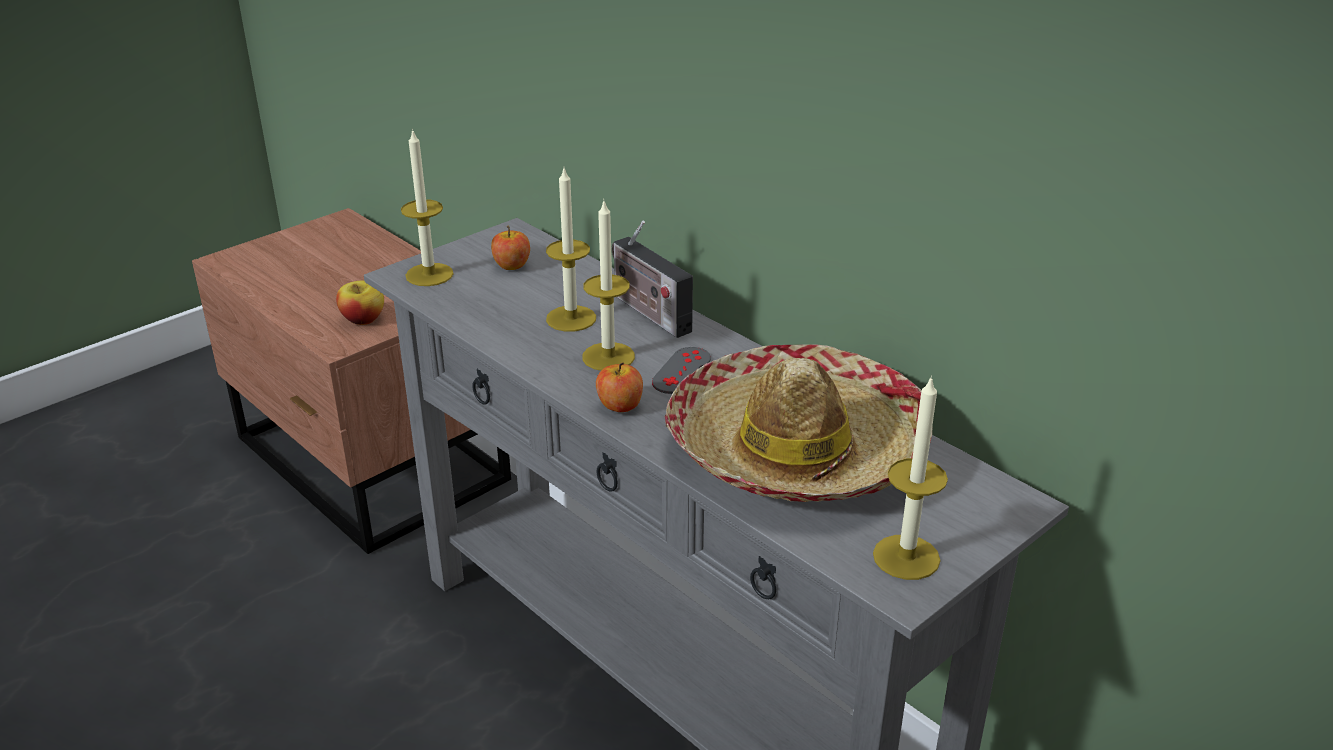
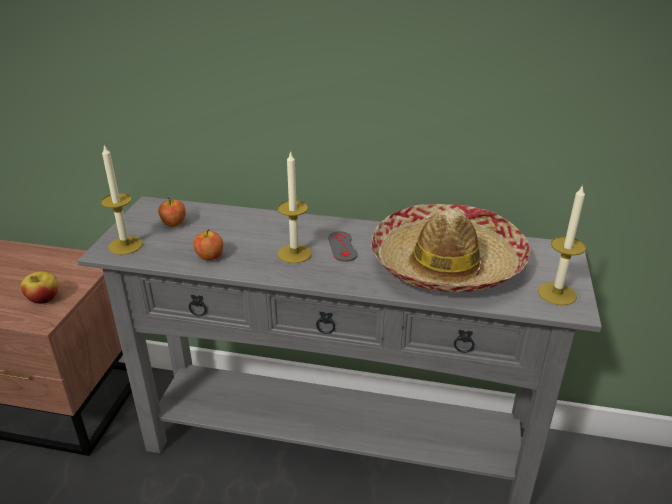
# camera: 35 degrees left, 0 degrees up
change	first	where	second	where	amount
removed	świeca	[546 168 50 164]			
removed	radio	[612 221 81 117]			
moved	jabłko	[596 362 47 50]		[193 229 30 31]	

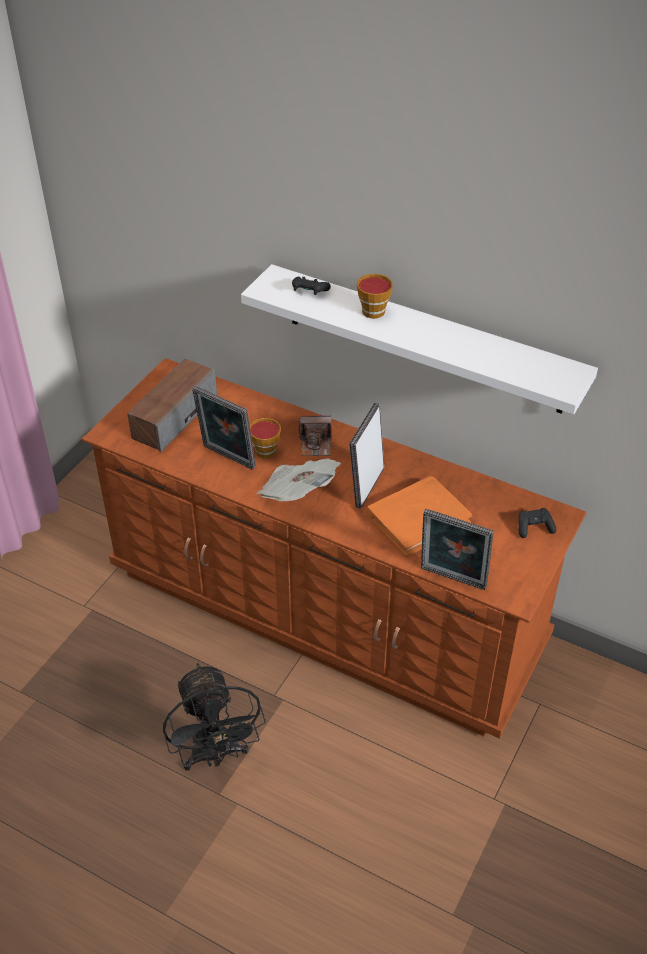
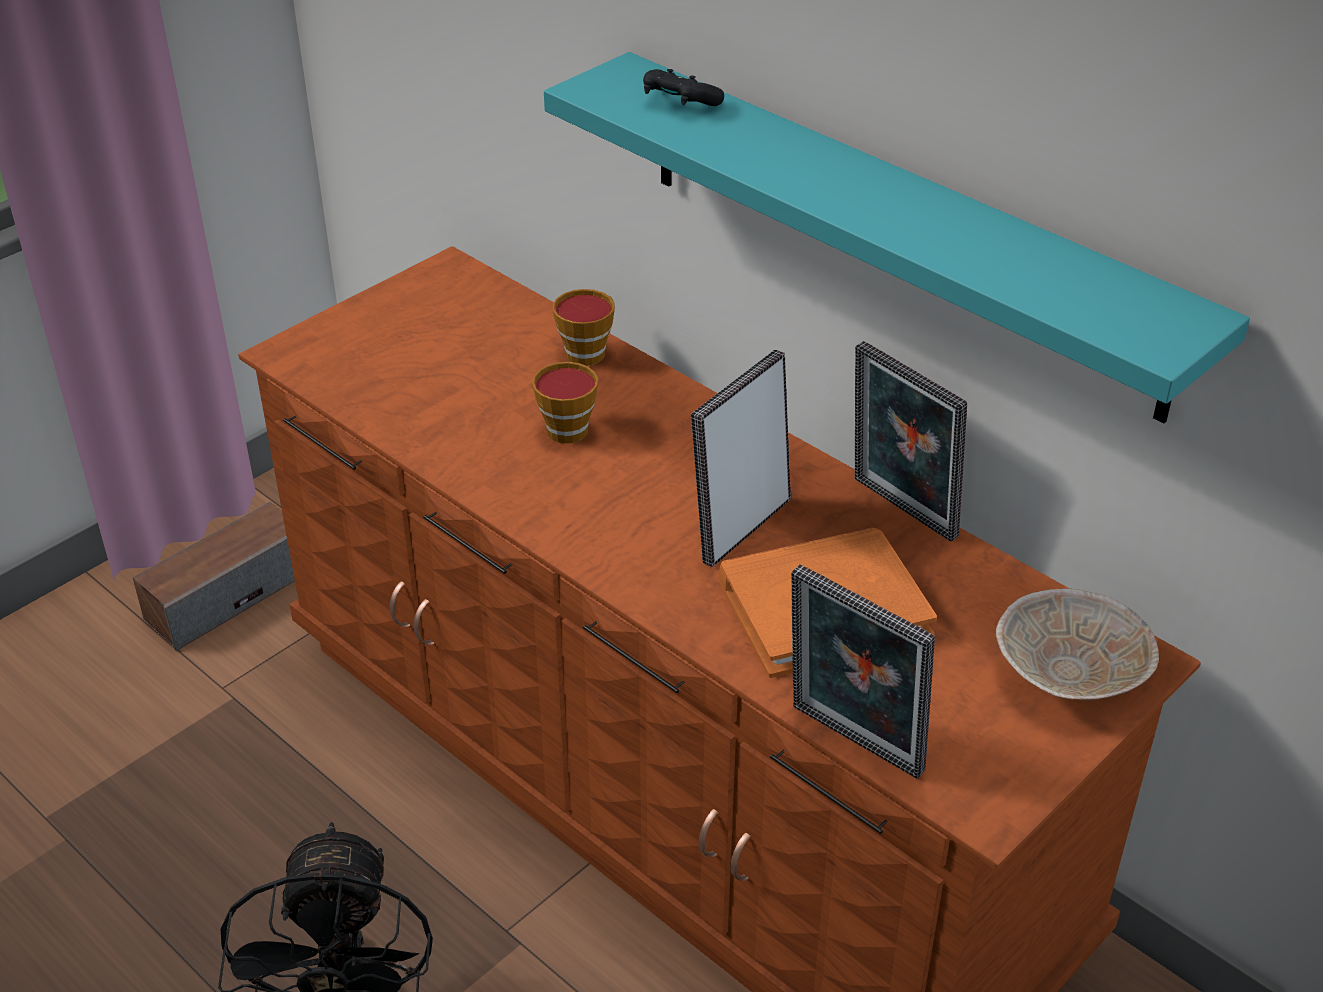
# camera: 15 degrees right, 5 degrees down
change	first	where	second	where	amount
removed	gazeta	[256 458 84 43]			
removed	aparat fotograficzny	[299 415 33 41]			
moved	głośnik	[127 359 90 93]		[133 502 162 149]	
moved	ramka na zdjęcie	[192 386 64 84]		[855 341 112 201]	
moved	filiżanka	[357 274 36 45]		[553 289 62 77]	
replaced	pad do gier [czarny]	[519 508 37 30]	miska [beżowy]	[996 588 163 112]	
recoloured	półka [biały]	[241 264 357 150]	półka [turkusowy]	[544 52 706 371]	

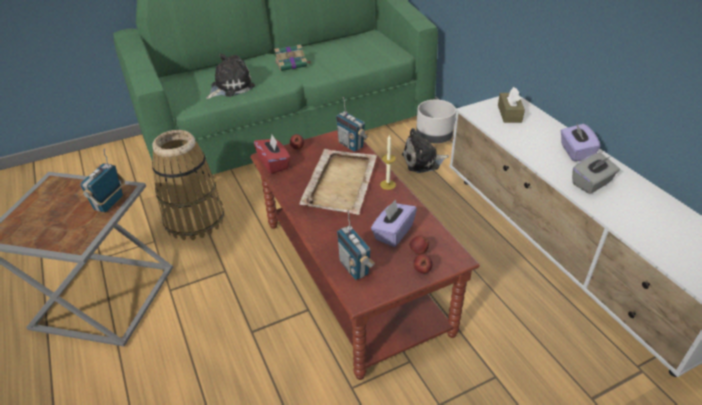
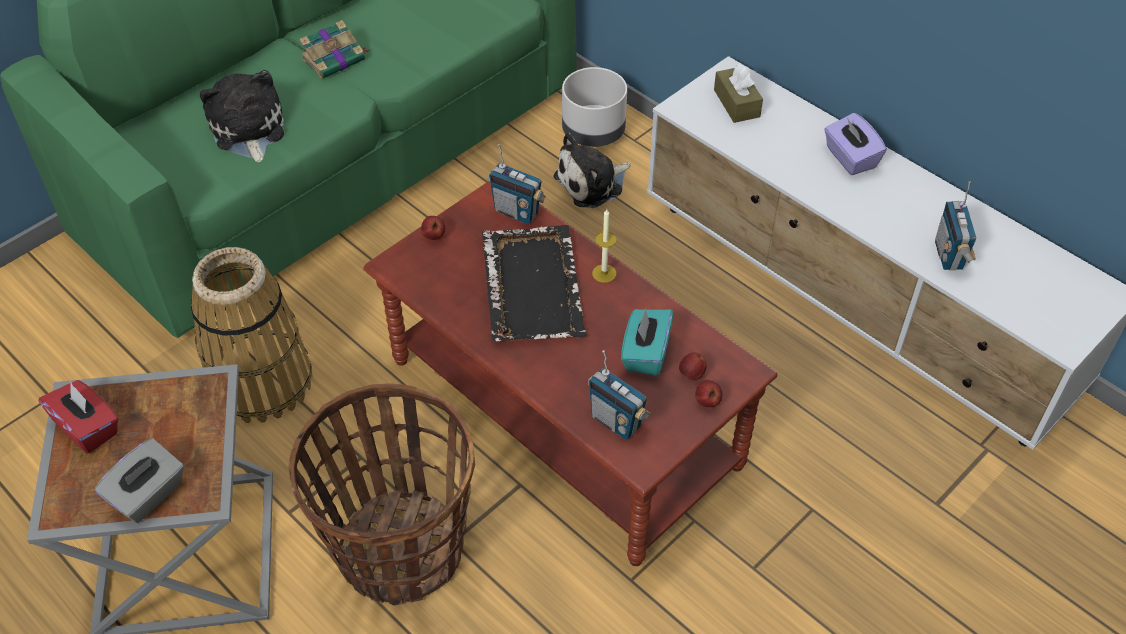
# camera: 20 degrees left, 10 degrees up
change	first	where	second	where	amount
added			koszyk	[288 383 187 223]	
moved	radio	[80 148 45 65]		[935 181 41 89]	
moved	pudełko chusteczek [czerwony]	[254 135 36 39]		[39 380 80 73]	
moved	pudełko chusteczek [szary]	[572 153 48 41]		[95 438 89 85]	
recoloured	taca [beżowy]	[299 149 78 66]	taca [czarny]	[482 225 105 116]	
recoloured	pudełko chusteczek [fioletowy]	[371 199 46 48]	pudełko chusteczek [turkusowy]	[621 309 52 67]	
turned	pluszak	[206 54 49 45]		[200 70 84 92]	45 degrees counterclockwise

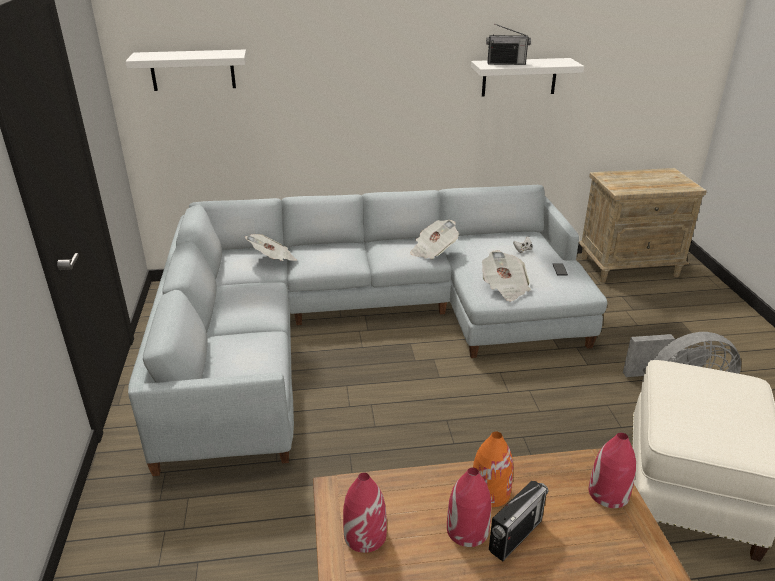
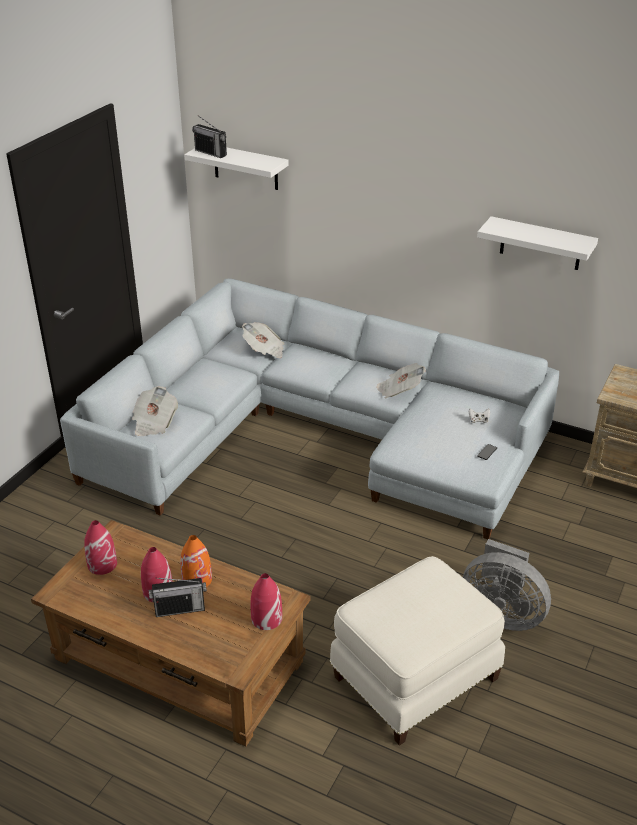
# camera: 35 degrees right, 5 degrees up
change	first	where	second	where	amount
moved	gazeta	[482 250 49 52]		[132 386 46 50]	
moved	radio	[486 24 45 41]		[192 116 35 42]	

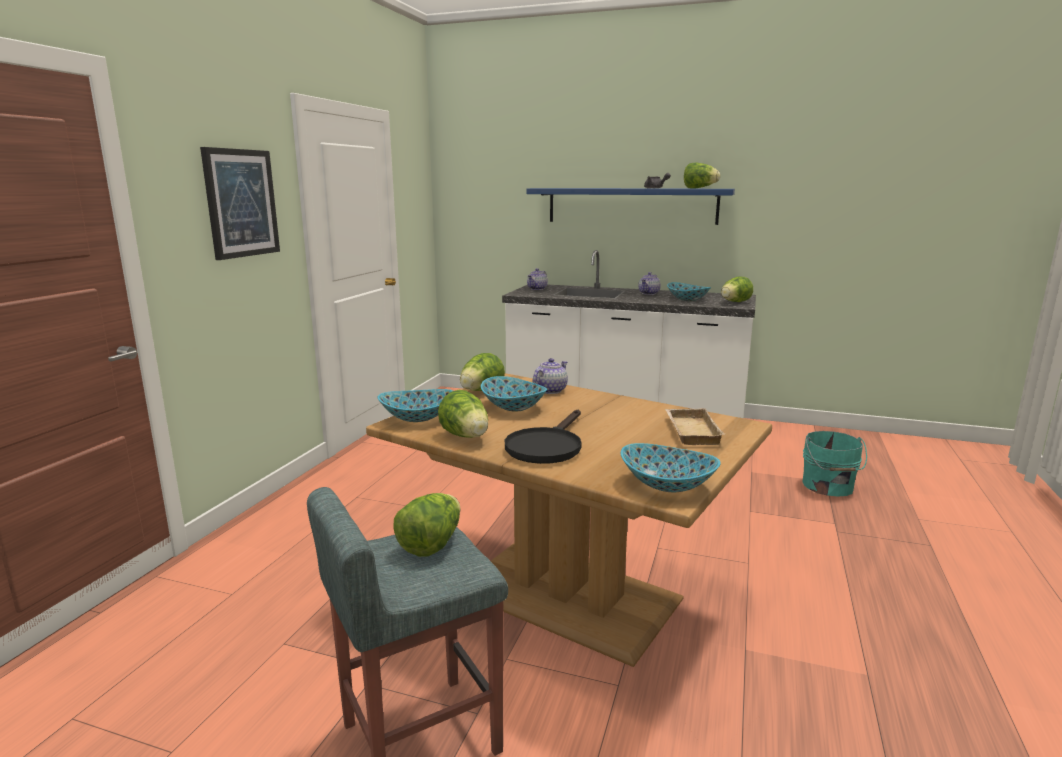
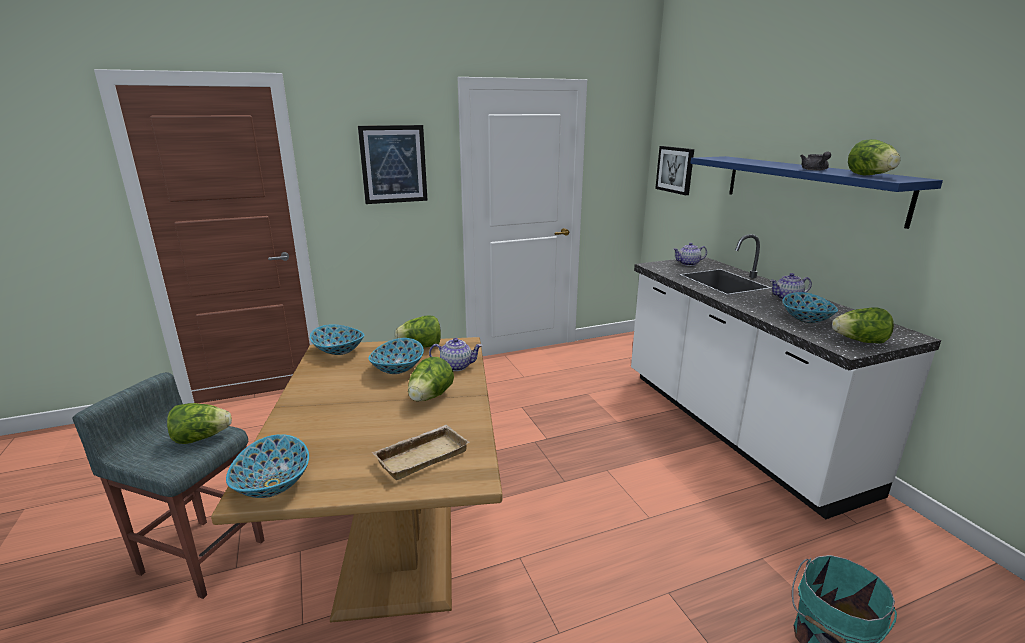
# camera: 50 degrees right, 5 degrees up
change	first	where	second	where	amount
removed	patelnia [czarny]	[505 410 77 54]			
added			obraz	[655 146 39 49]	
moved	sałata	[438 390 50 48]		[408 357 46 44]	

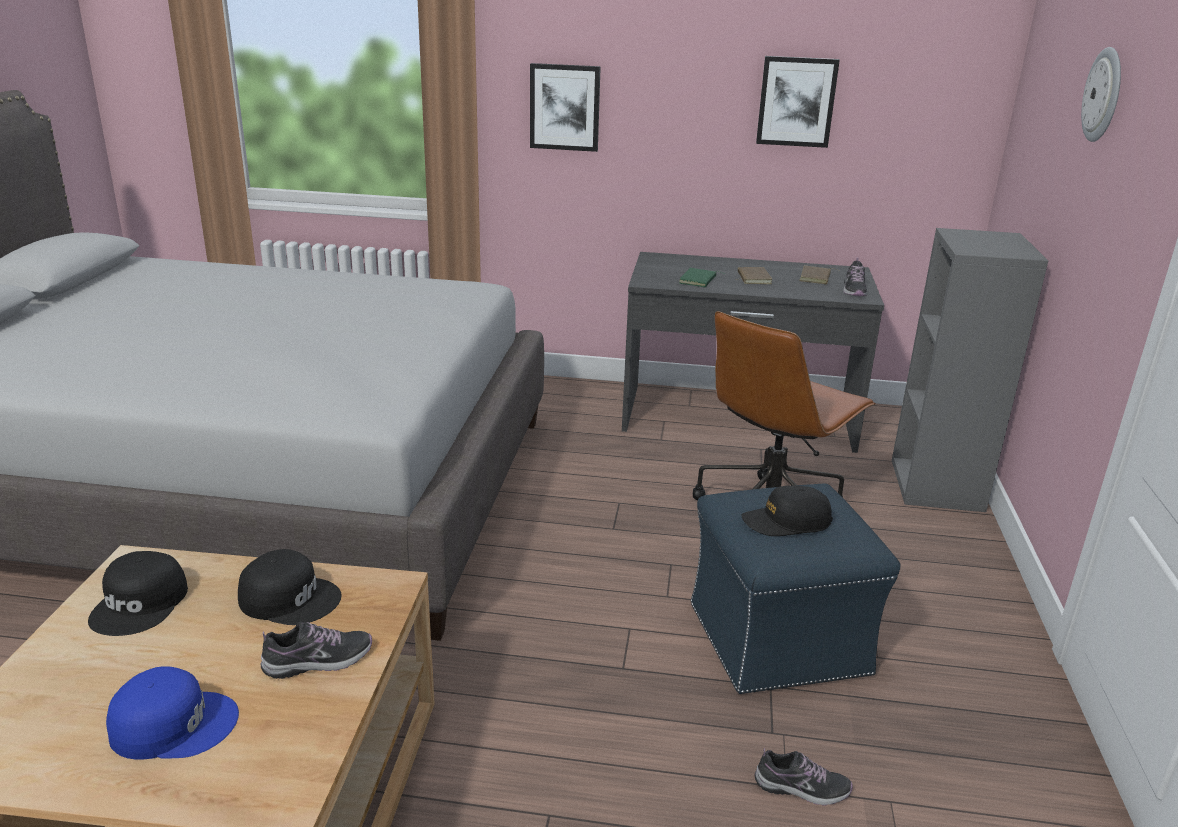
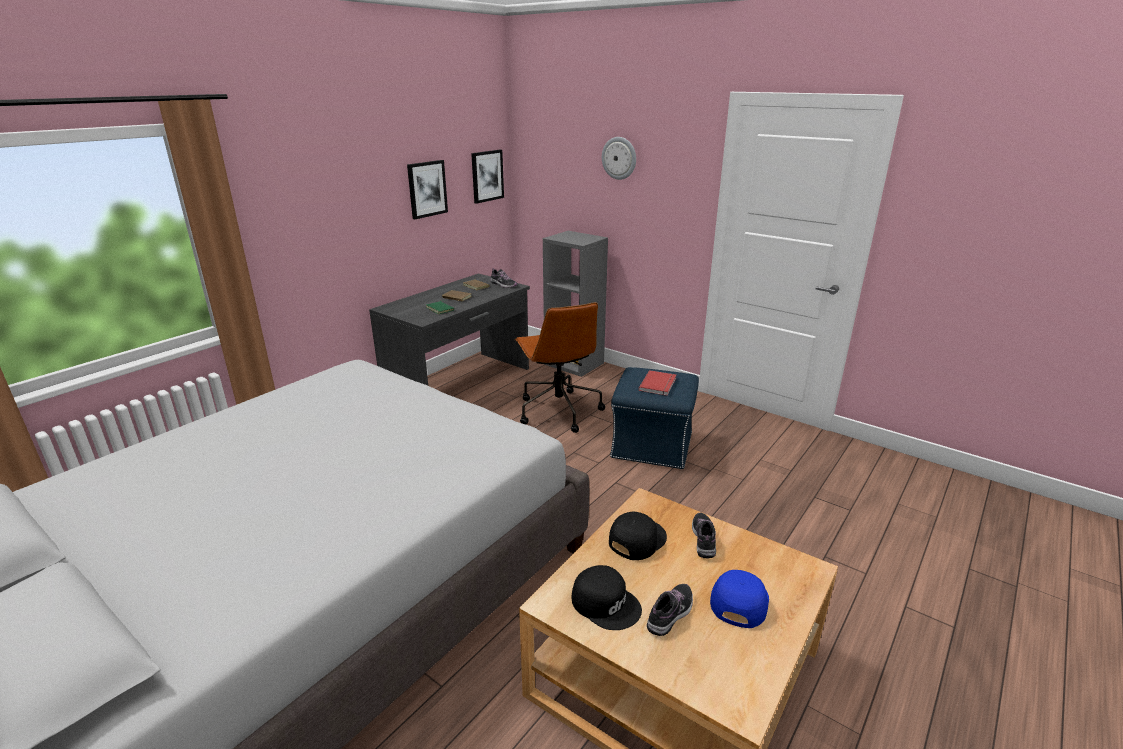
# camera: 60 degrees left, 0 degrees up
change	first	where	second	where	amount
moved	obraz	[530 63 71 89]		[471 150 33 54]	
moved	but	[755 748 98 57]		[647 584 46 52]	
replaced	czapka z daszkiem [czarny]	[741 486 92 50]	książka [czerwony]	[638 370 38 26]	

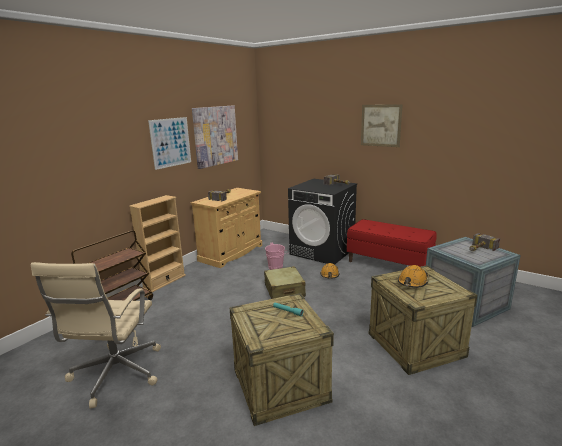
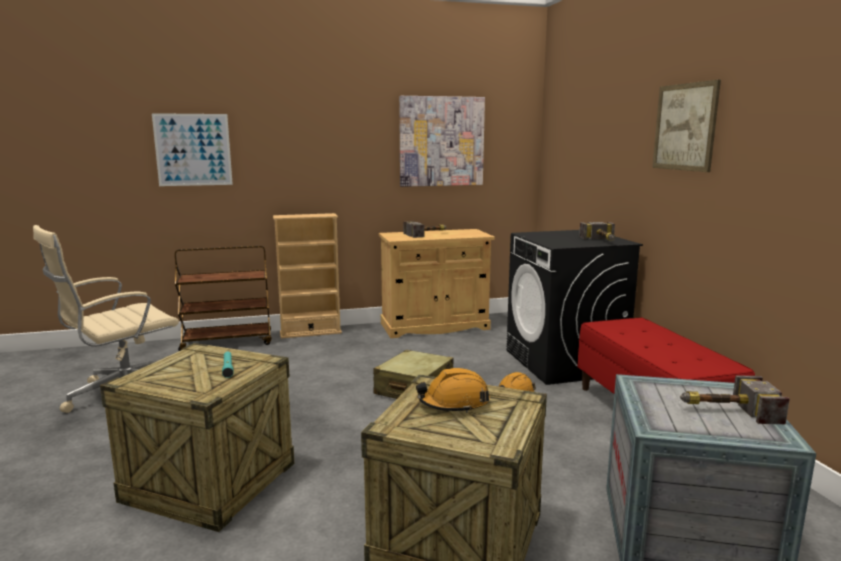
# camera: 40 degrees right, 5 degrees down
change	first	where	second	where	amount
removed	wiadro [różowy]	[265 243 24 27]			
moved	obraz	[148 117 43 53]		[152 113 81 73]	

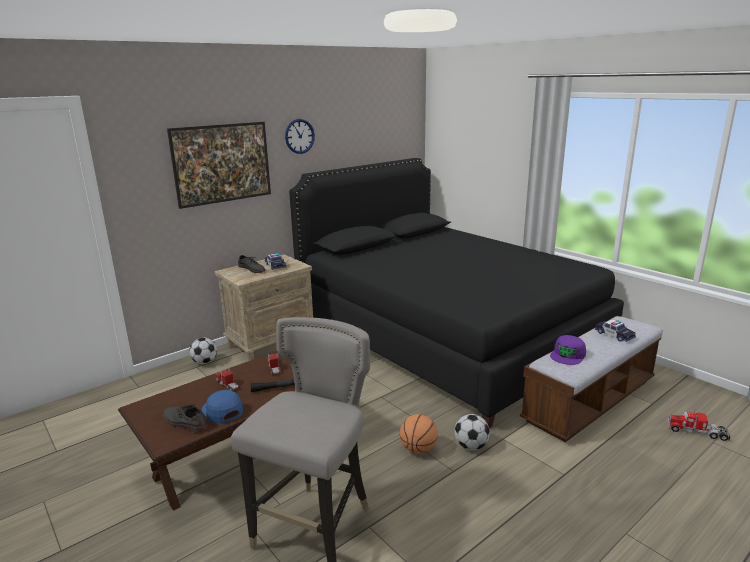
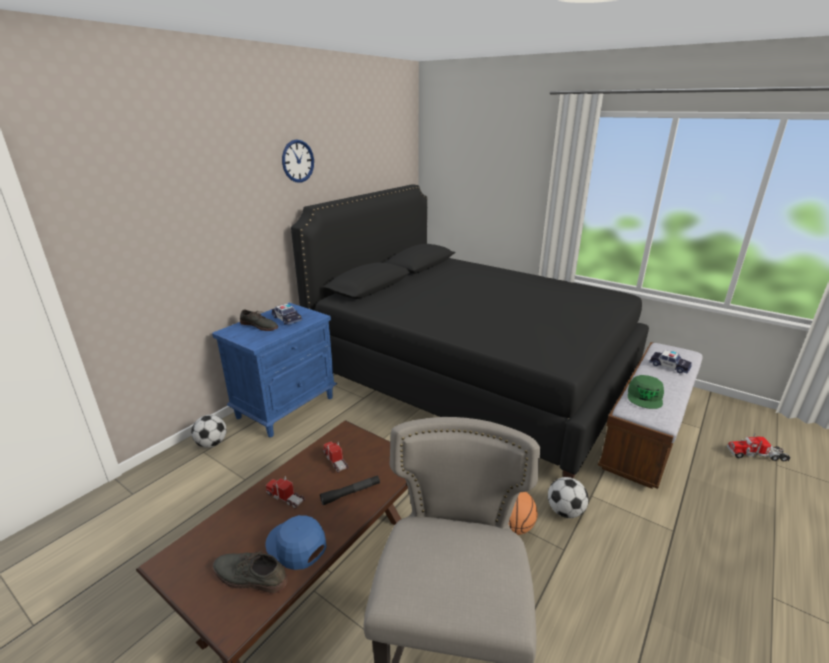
# camera: 15 degrees left, 5 degrees up
change	first	where	second	where	amount
removed	obraz	[167 122 104 87]			
recoloured	szafka nocna [beżowy]	[215 255 98 106]	szafka nocna [niebieski]	[212 303 125 134]	
recoloured	czapka z daszkiem [fioletowy]	[550 335 36 30]	czapka z daszkiem [zielony]	[628 375 36 34]	

